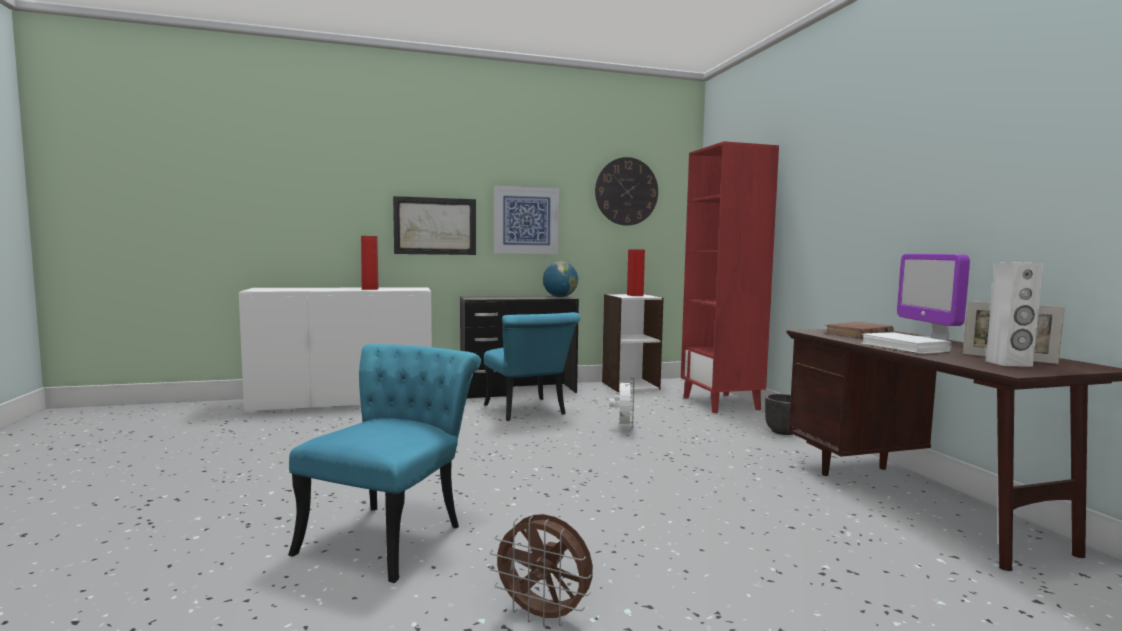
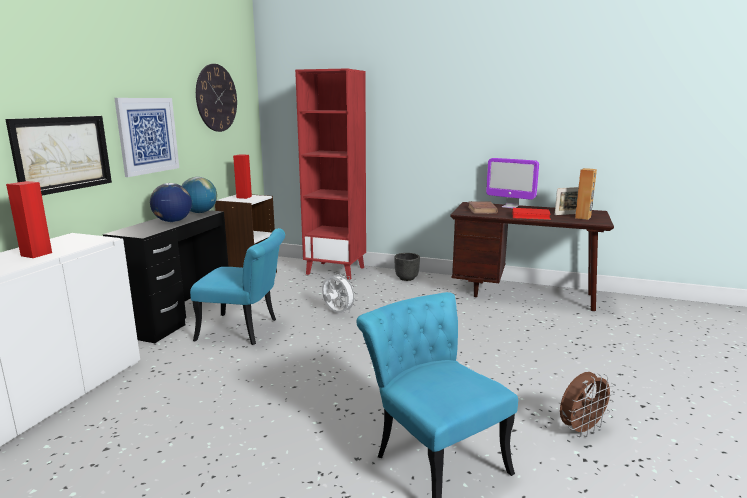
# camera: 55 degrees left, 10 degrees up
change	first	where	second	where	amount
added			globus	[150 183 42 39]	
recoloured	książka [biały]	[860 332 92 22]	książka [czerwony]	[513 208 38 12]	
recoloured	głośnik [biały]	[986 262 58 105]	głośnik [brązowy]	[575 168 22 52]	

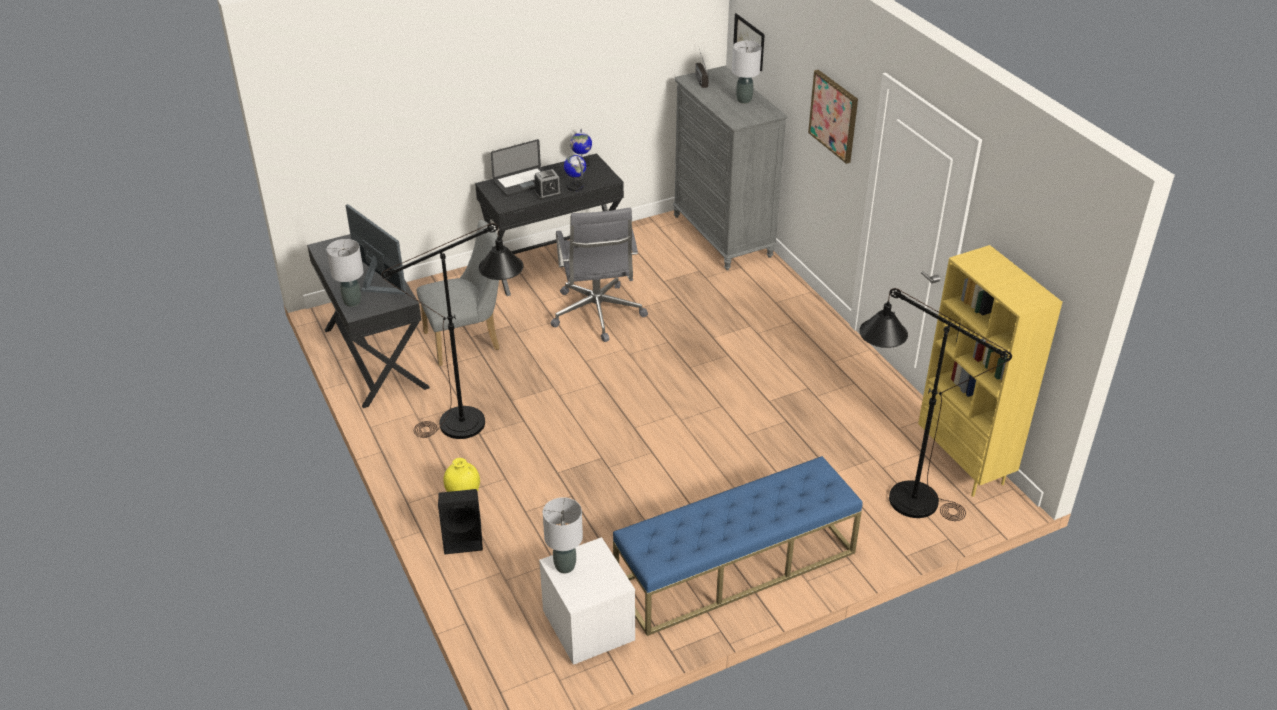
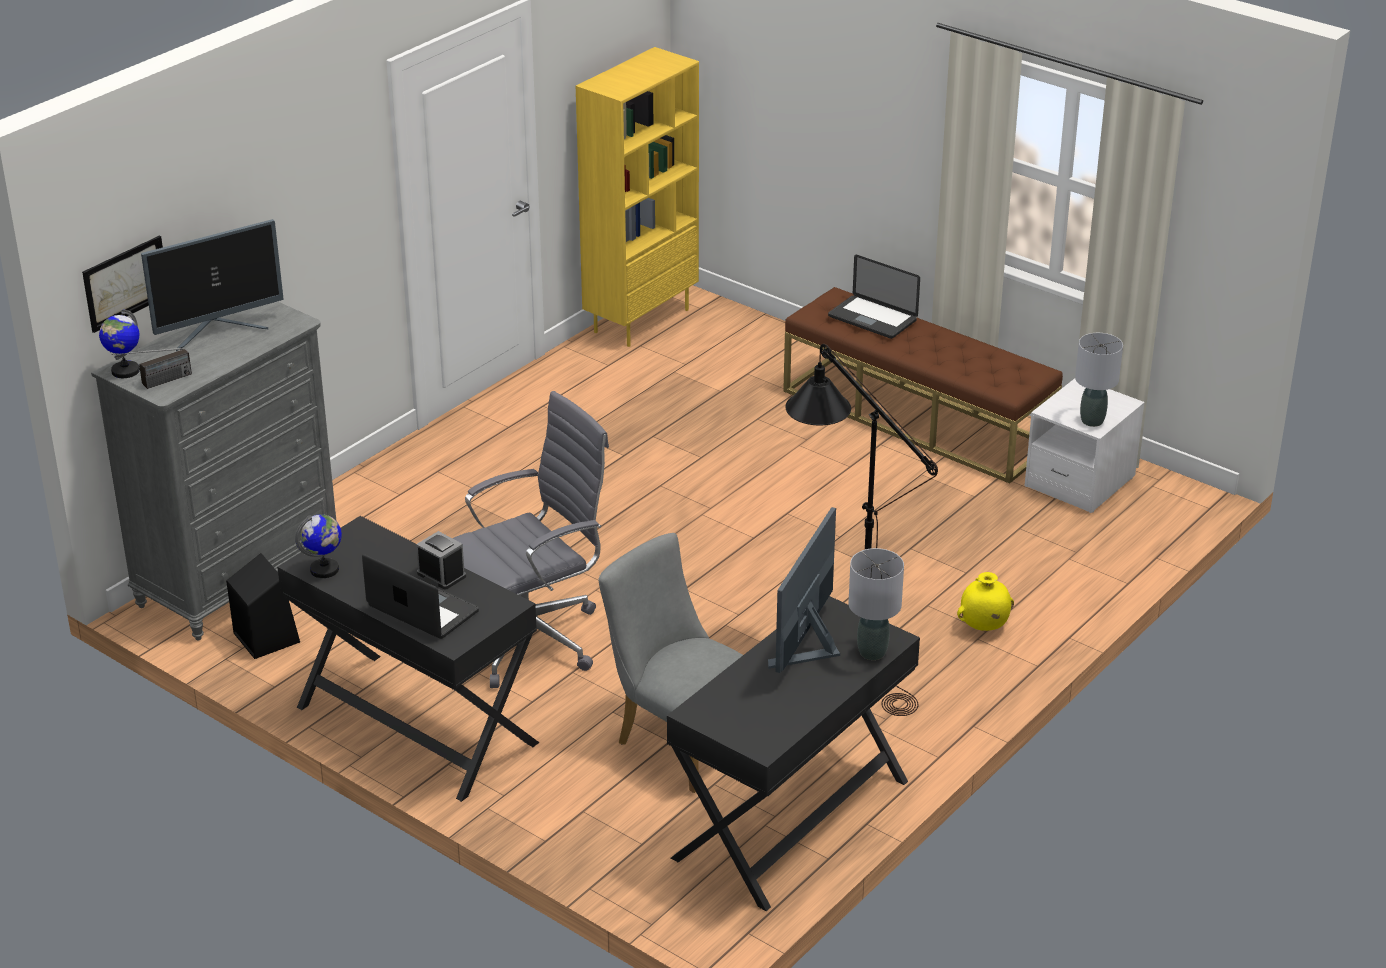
# camera: 115 degrees left, 5 degrees down
change	first	where	second	where	amount
removed	obraz	[808 70 50 94]			
removed	lampa stojąca [czarny]	[859 288 153 233]			
added			laptop	[828 255 92 84]	
moved	głośnik [czarny]	[438 489 45 65]		[226 553 74 106]	
moved	globus	[564 155 22 37]		[99 309 41 69]	
replaced	lampa stołowa [szary]	[732 41 30 63]	monitor	[141 219 142 132]	
recoloured	ławka [niebieski]	[613 456 250 180]	ławka [brązowy]	[783 287 280 196]	

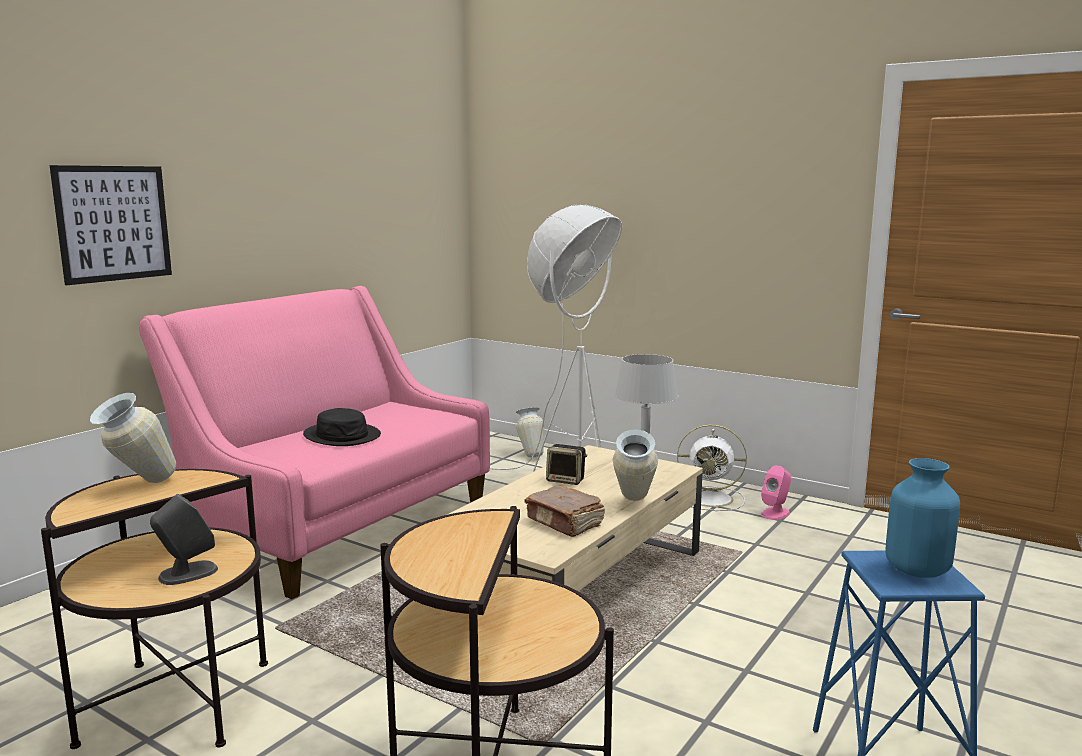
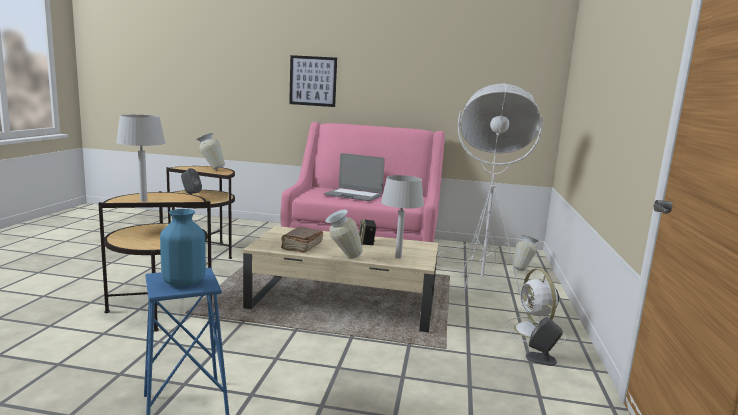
# camera: 65 degrees right, 0 degrees up
change	first	where	second	where	amount
added			lampa stołowa [szary]	[116 115 49 87]	
replaced	kapelusz [czarny]	[303 408 78 38]	laptop	[324 153 61 48]	
recoloured	głośnik [różowy]	[761 465 30 55]	głośnik [szary]	[526 317 37 49]	

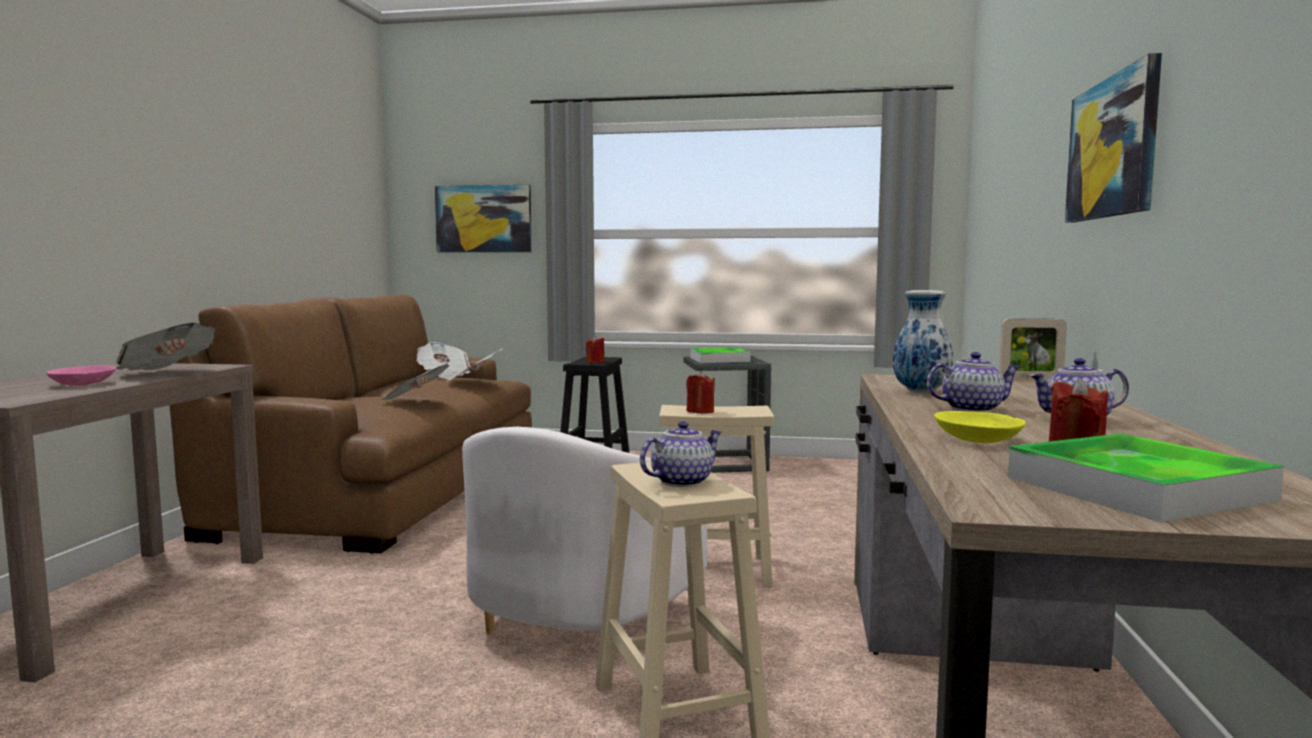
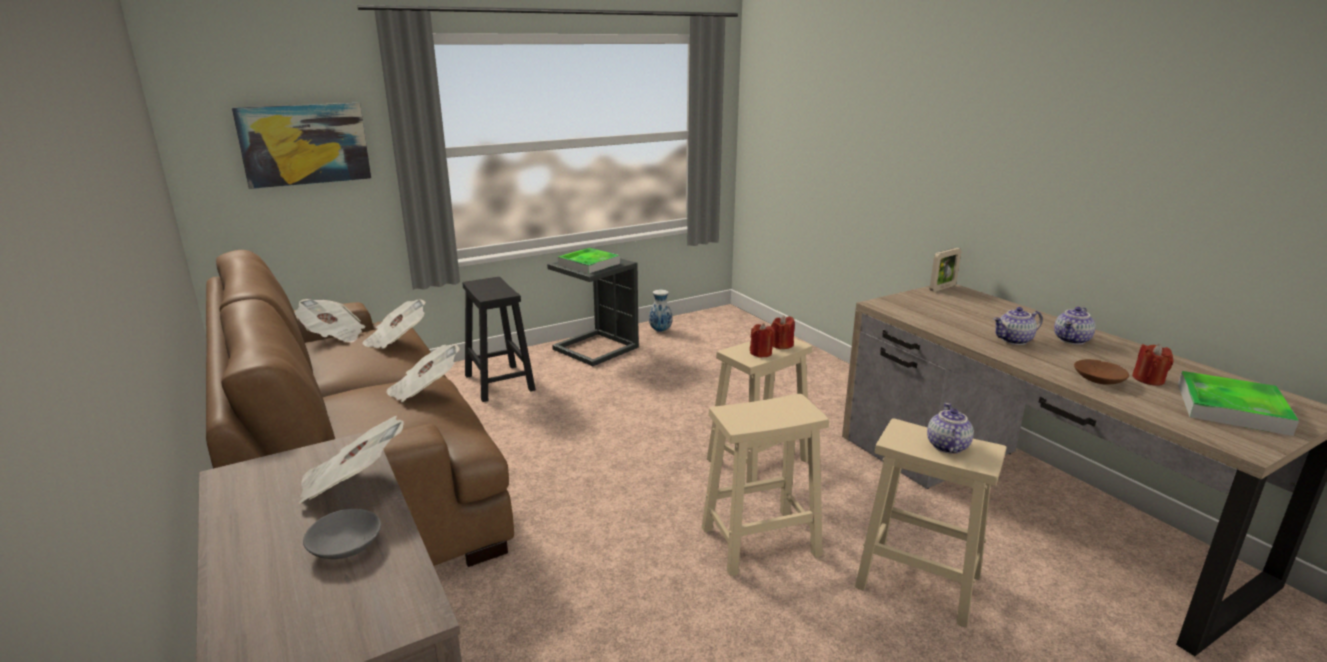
# camera: 40 degrees left, 15 degrees up
change	first	where	second	where	amount
removed	obraz	[1065 53 97 170]			
moved	świeca [czerwony]	[586 336 19 27]		[771 316 24 33]	
moved	wazon	[893 290 60 103]		[649 290 23 42]	
replaced	fotel [biały]	[462 427 246 232]	stołek [beżowy]	[702 394 127 183]	
recoloured	miska [różowy]	[46 365 70 21]	miska [szary]	[303 509 78 50]	
recoloured	miska [żółty]	[934 411 92 32]	miska [brązowy]	[1074 359 55 26]	
turned	imbryk	[927 352 94 60]		[993 307 50 38]	150 degrees counterclockwise

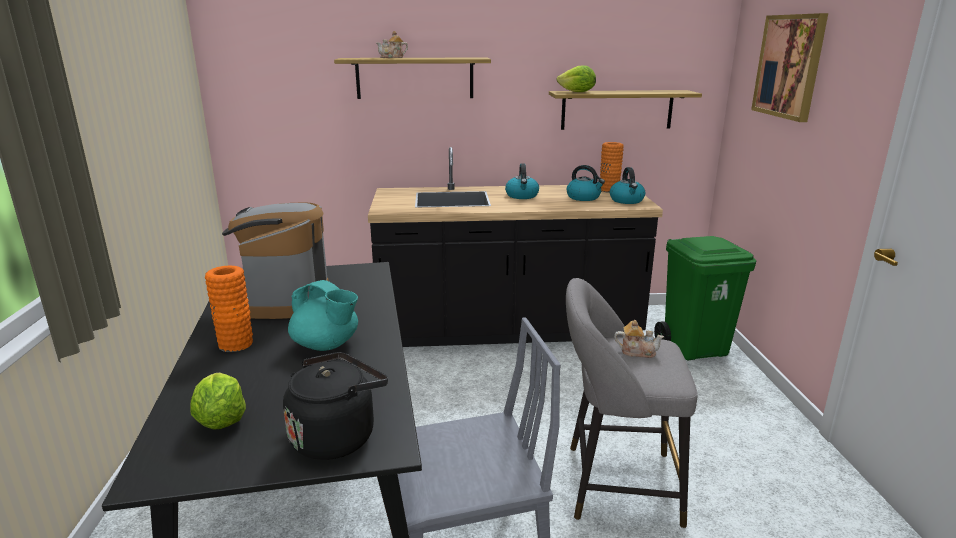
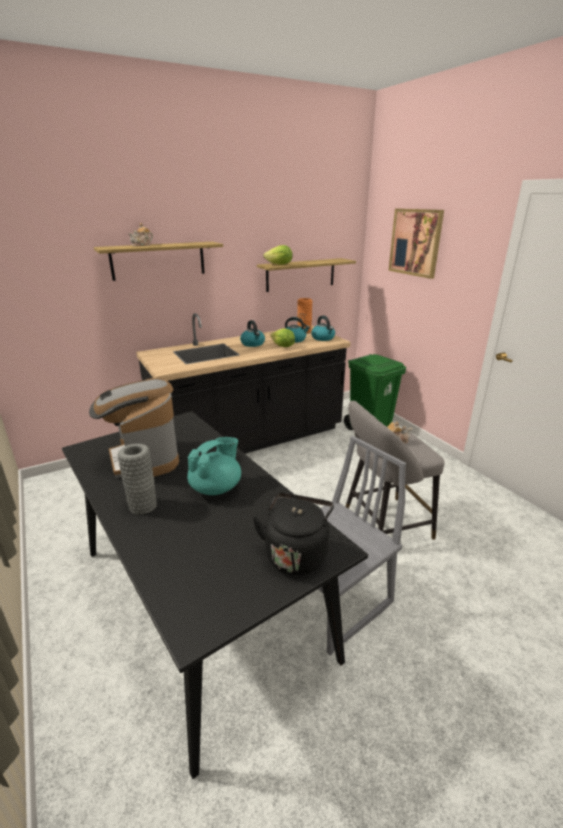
# camera: 25 degrees left, 5 degrees up
change	first	where	second	where	amount
moved	sałata	[191 373 55 57]		[270 328 25 19]	
recoloured	wazon [pomarańczowy]	[205 266 48 86]	wazon [szary]	[118 444 39 71]	
turned	imbryk [turkusowy]	[288 280 70 71]		[187 437 54 58]	60 degrees counterclockwise

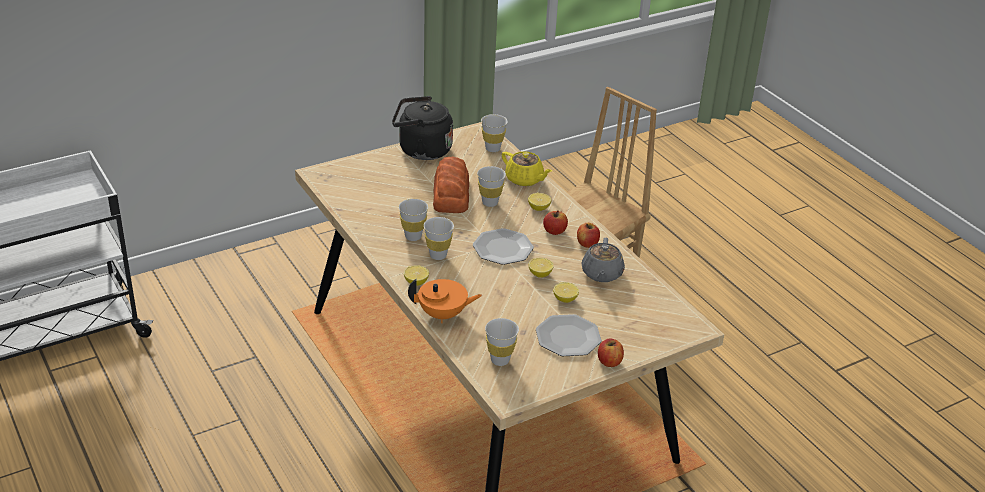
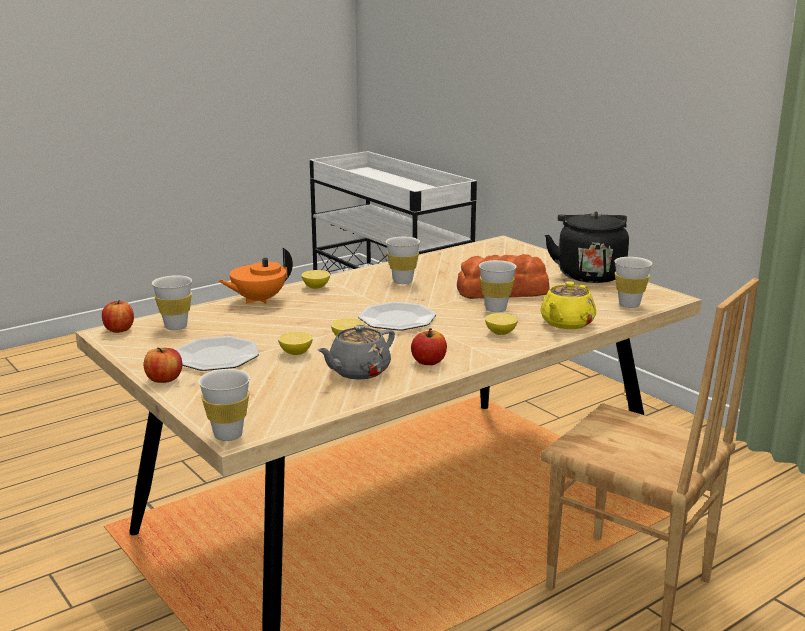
# camera: 85 degrees right, 15 degrees down
change	first	where	second	where	amount
moved	filiżanka [biały]	[424 217 30 43]		[198 369 52 72]	
moved	jabłko	[543 210 25 25]		[102 300 32 33]	
turned	imbryk [pomarańczowy]	[408 279 74 44]		[218 248 75 56]	60 degrees clockwise
turned	imbryk [szary]	[581 238 44 44]		[317 325 78 55]	45 degrees counterclockwise

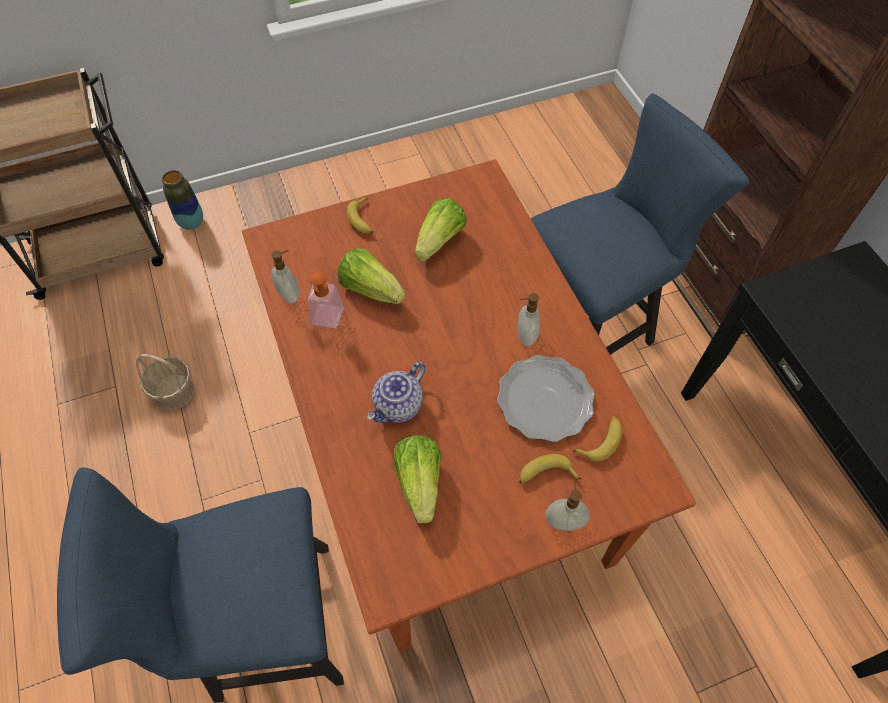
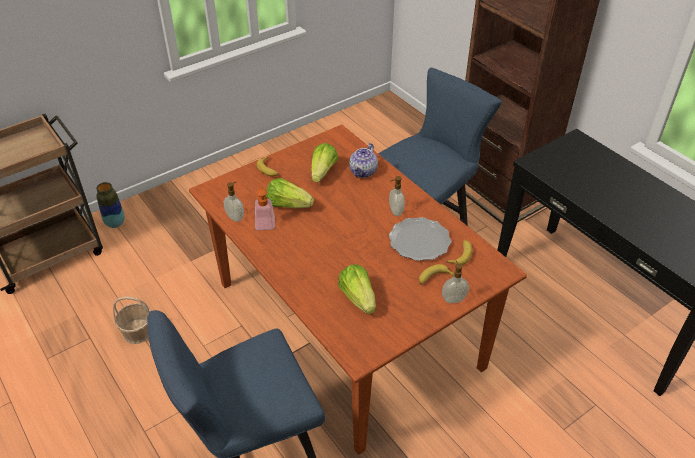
# camera: 15 degrees left, 15 degrees down
change	first	where	second	where	amount
moved	imbryk	[367 362 58 61]		[349 143 29 35]	

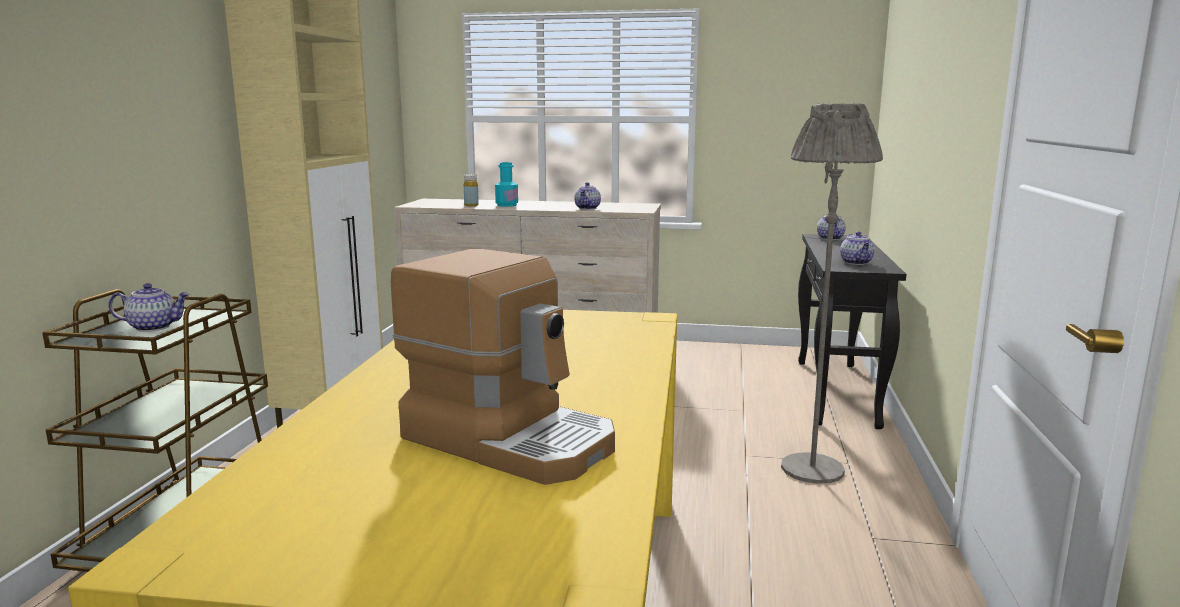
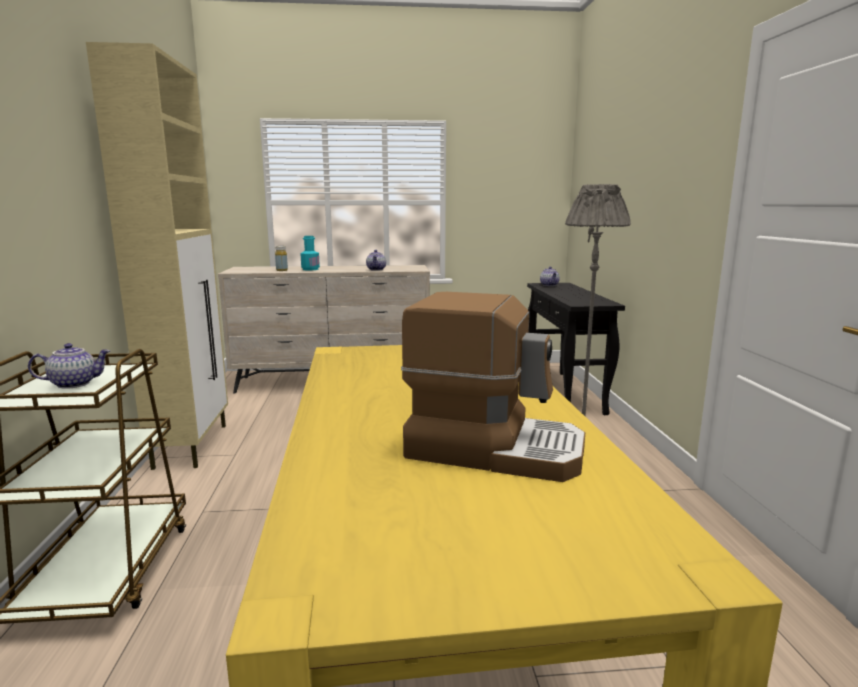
# camera: 15 degrees left, 0 degrees up
change	first	where	second	where	amount
removed	imbryk	[840 231 34 34]			

